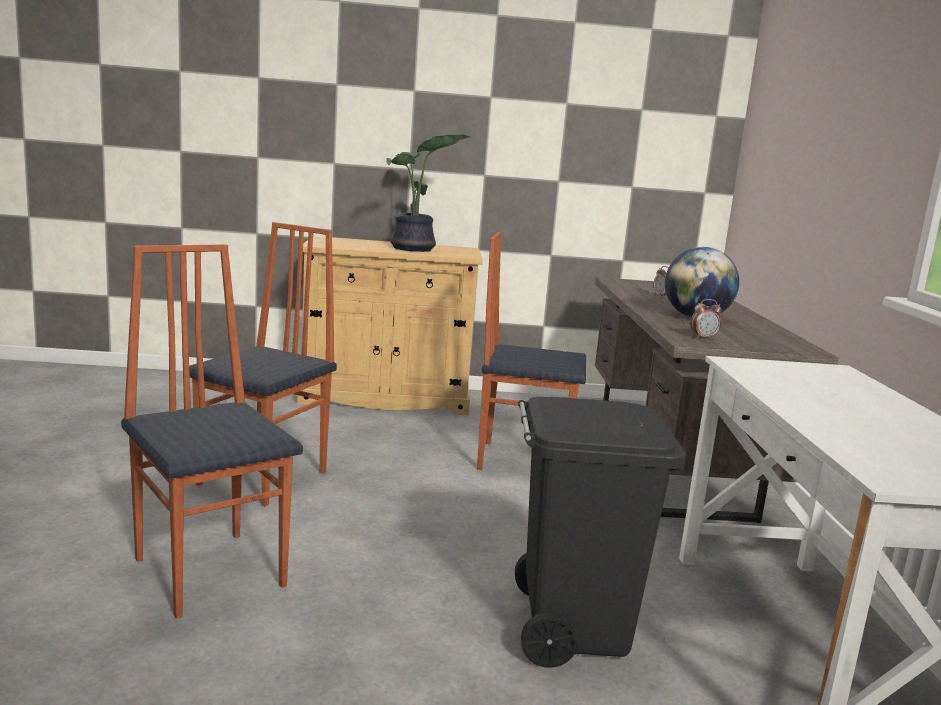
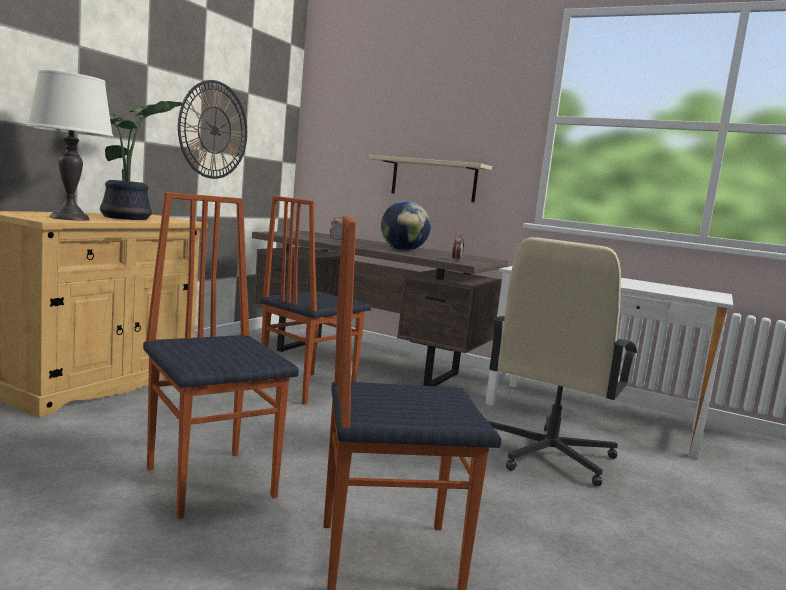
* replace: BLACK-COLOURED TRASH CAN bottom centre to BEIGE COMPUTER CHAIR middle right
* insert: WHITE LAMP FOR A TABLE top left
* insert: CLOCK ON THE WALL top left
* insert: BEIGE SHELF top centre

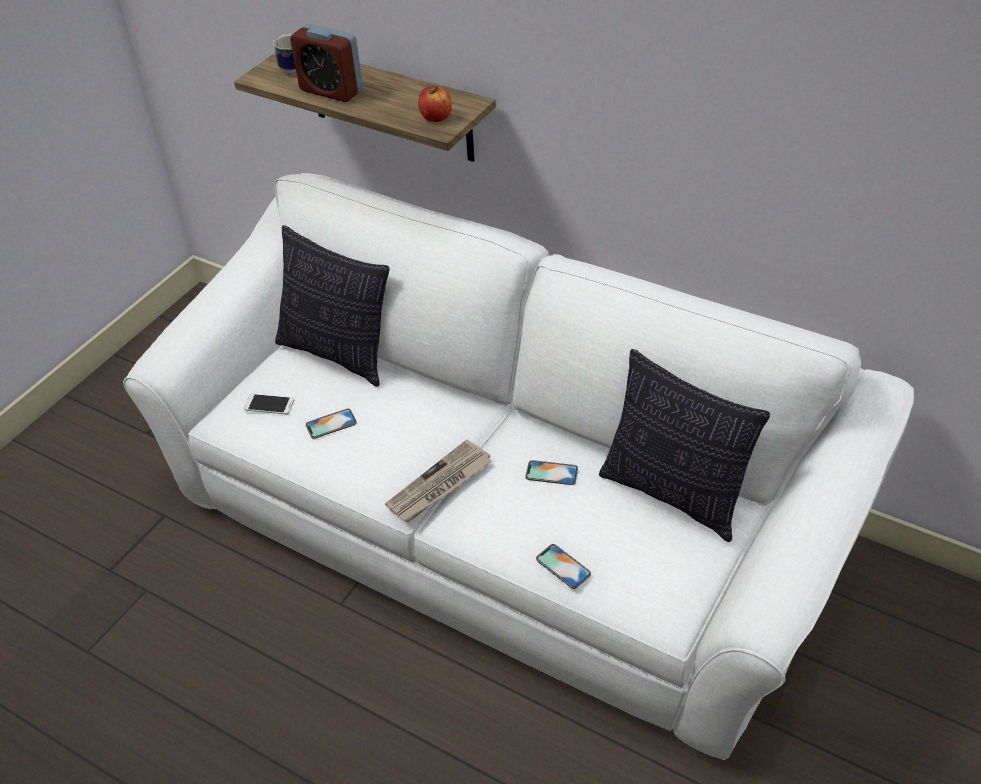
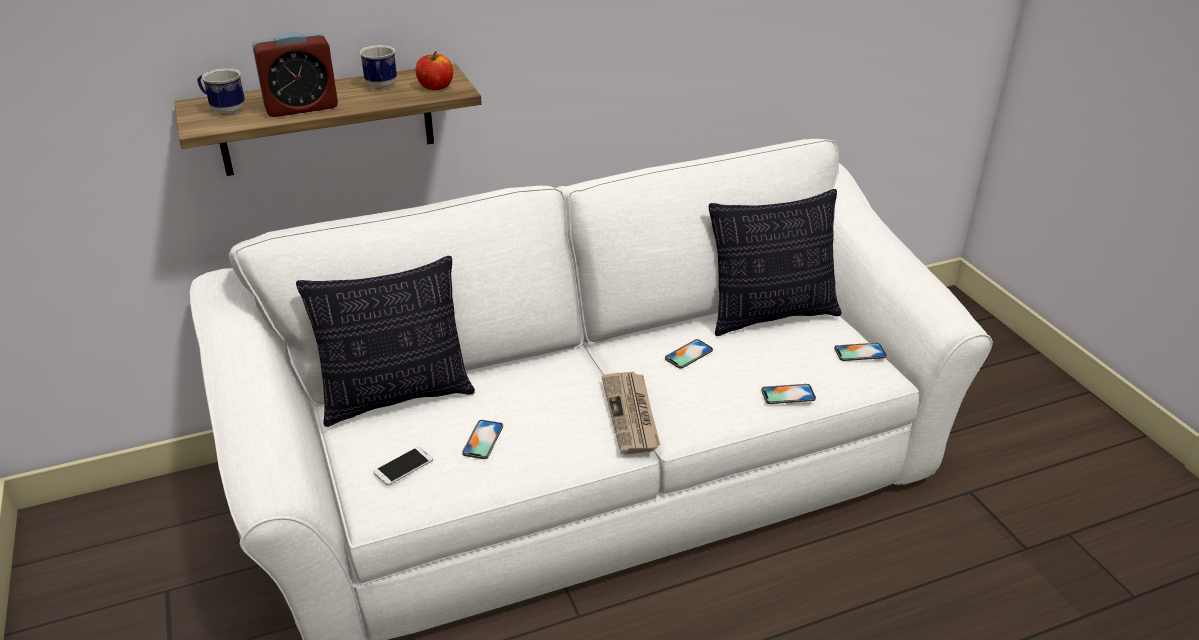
* insert: MUG (2nd from left) top left
* insert: HANDSET (5th from left) middle right

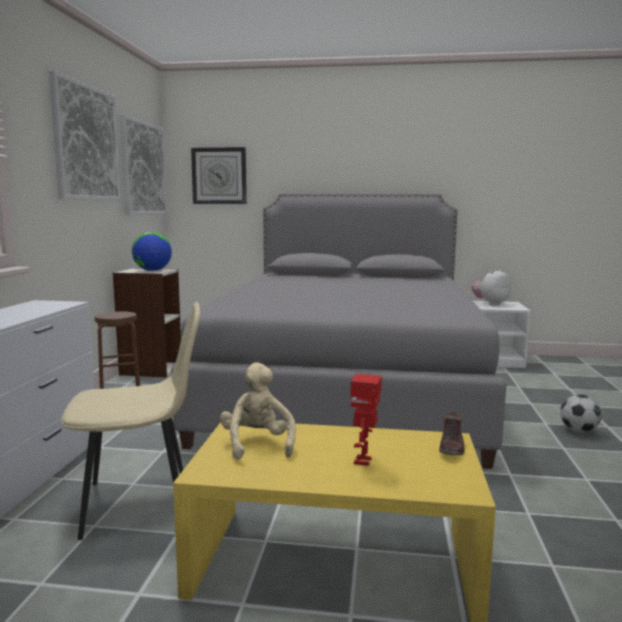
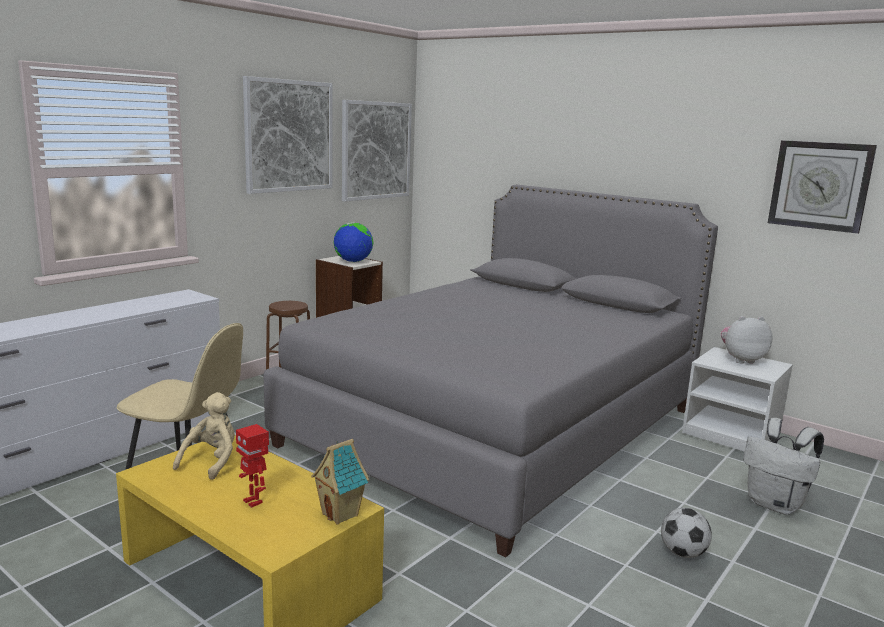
* move: CLOCK ON THE WALL top centre to top right
* rotate: MODEL ROBOT bottom centre = bottom left 90 degrees counterclockwise
* replace: BROWNISH ITEM OF FOOTWEAR bottom right to TOY HOUSE bottom centre
* insert: WHITE KNAPSACK bottom right

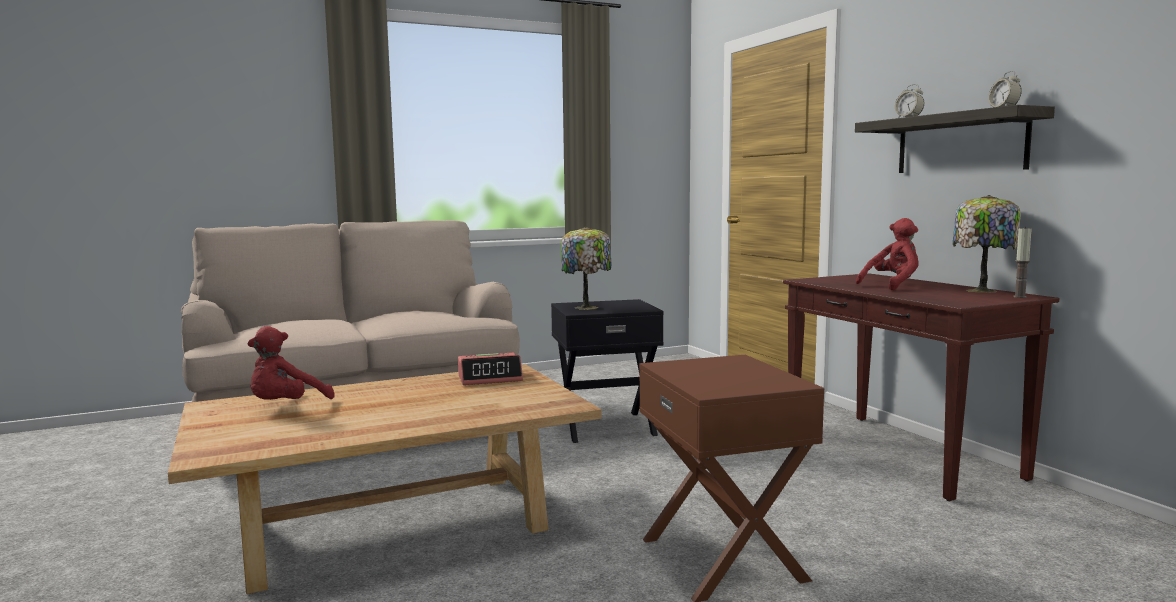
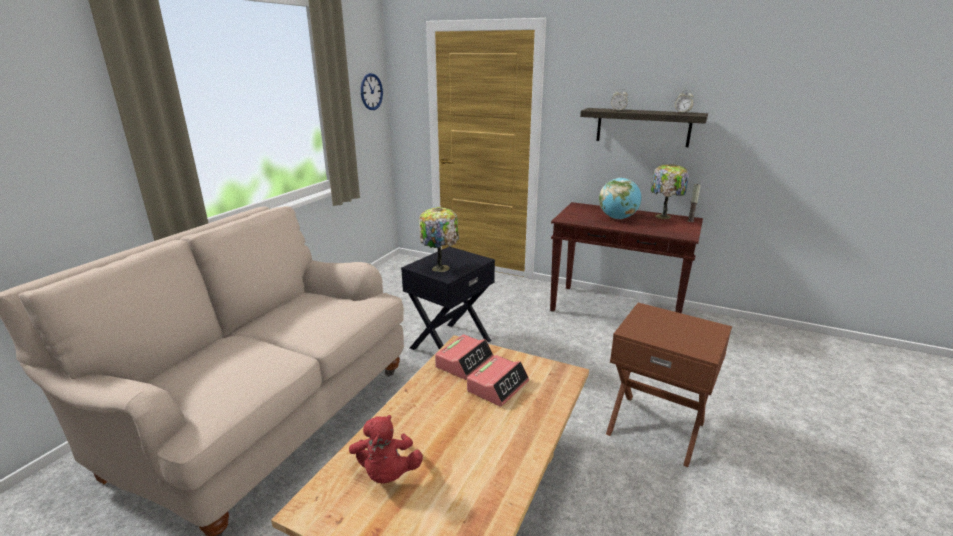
* replace: REDDISH CUDDLY TOY (2nd from left) middle right to GLOBE centre
* insert: CLOCK ON THE WALL top centre
* insert: TABLE CLOCK (2nd from left) bottom centre

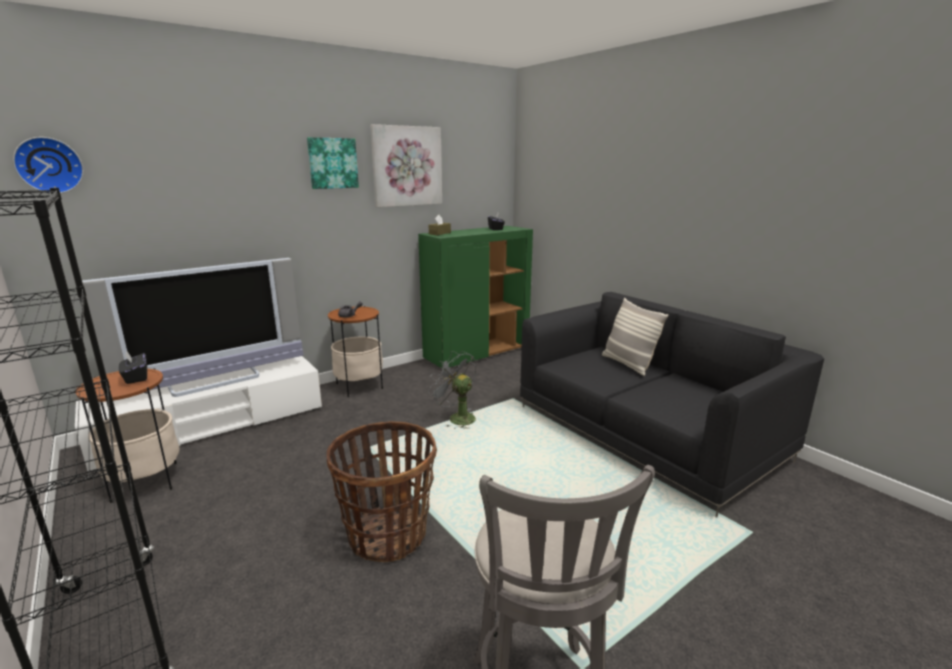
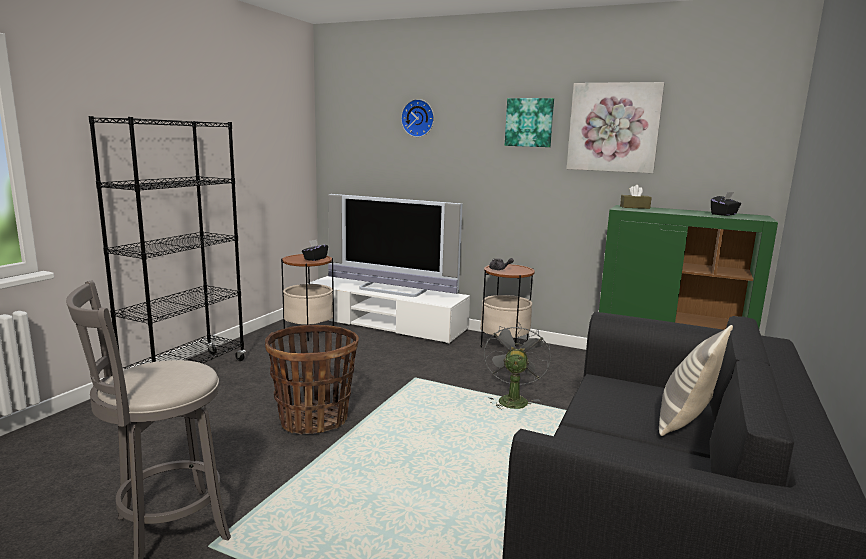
* move: CLOCK ON THE WALL top left to top centre

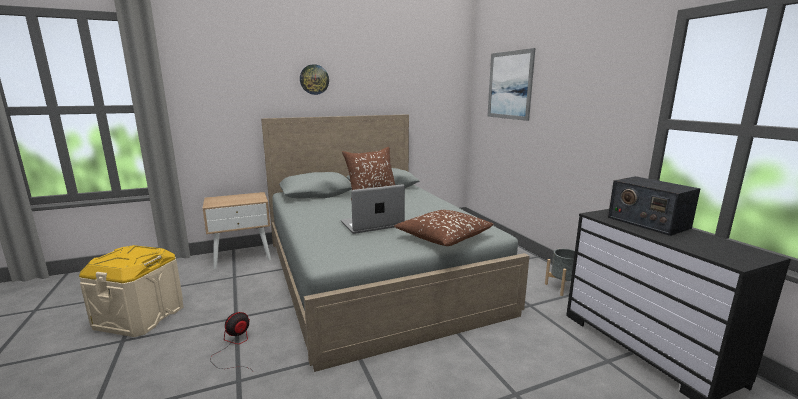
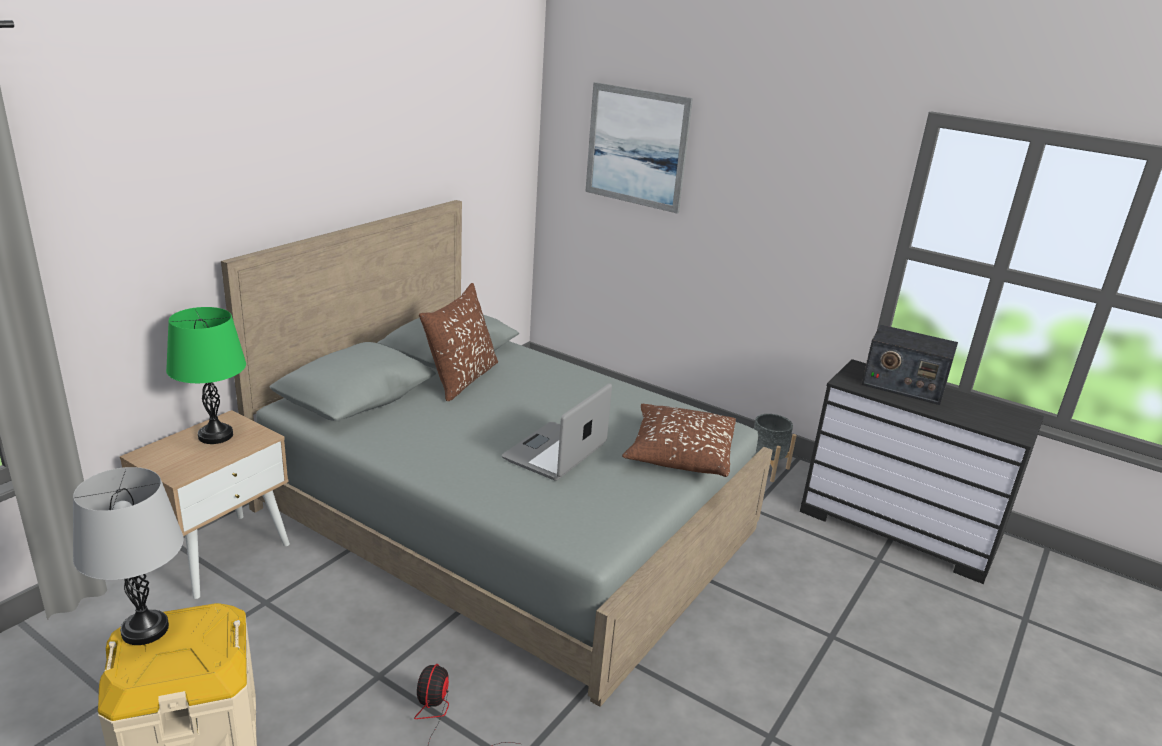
* delete: CLOCK ON THE WALL top centre
* insert: GREEN-COLOURED LAMP FOR A TABLE middle left
* insert: GRAY LAMP FOR A TABLE bottom left

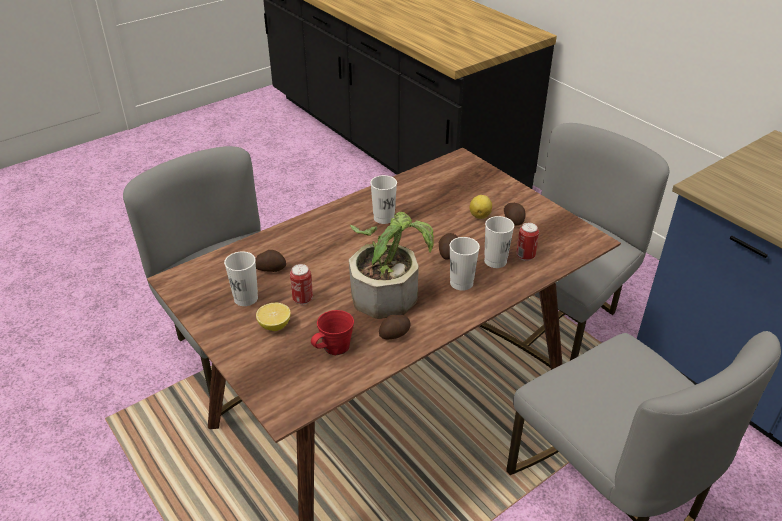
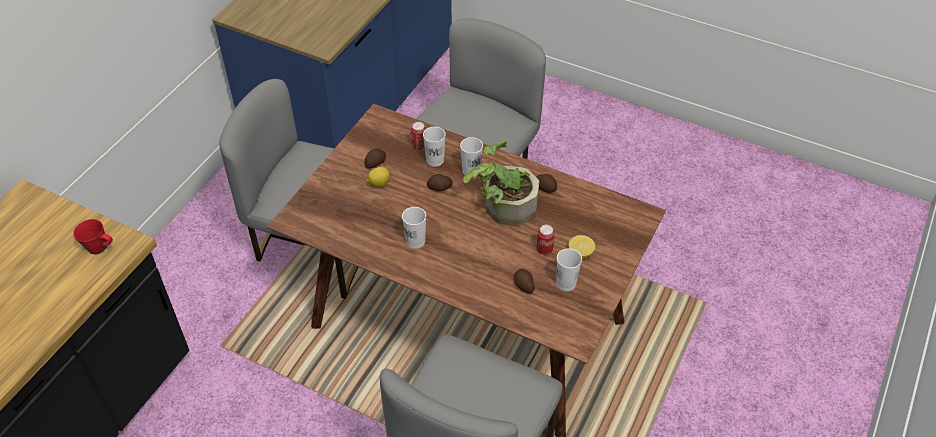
* move: REDDISH MUG centre to middle left

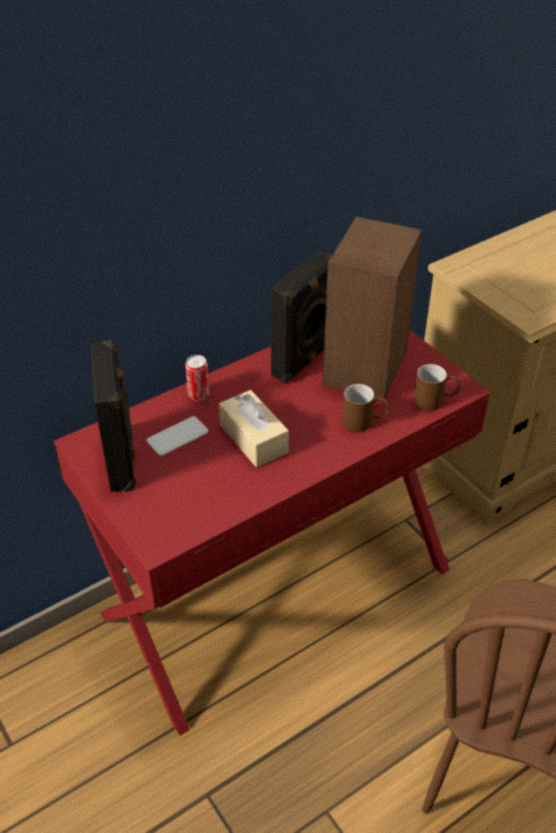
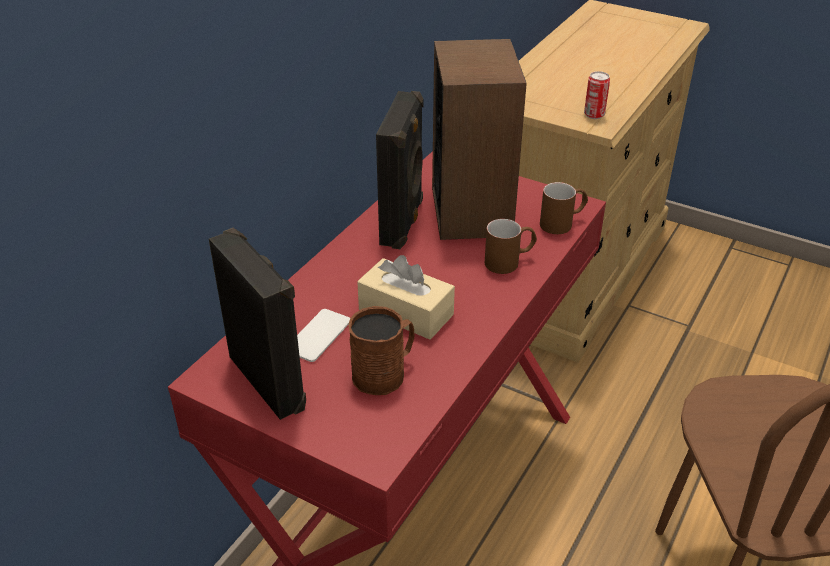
* move: METAL CAN centre to top right
* insert: BROWNISH MUG (1st from left) centre

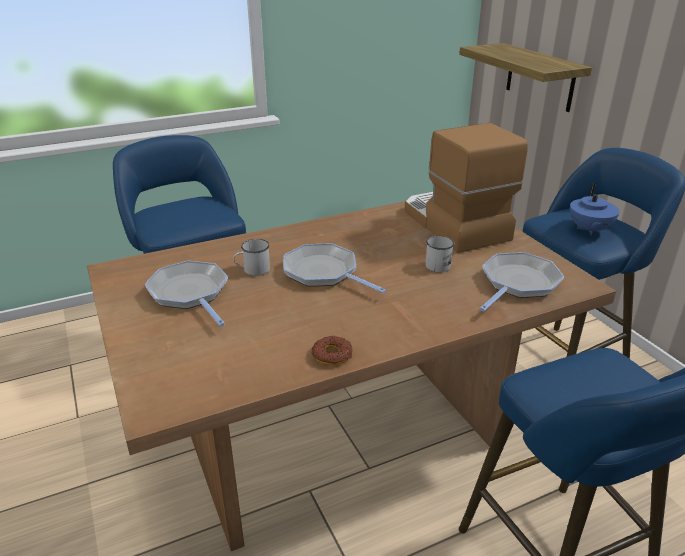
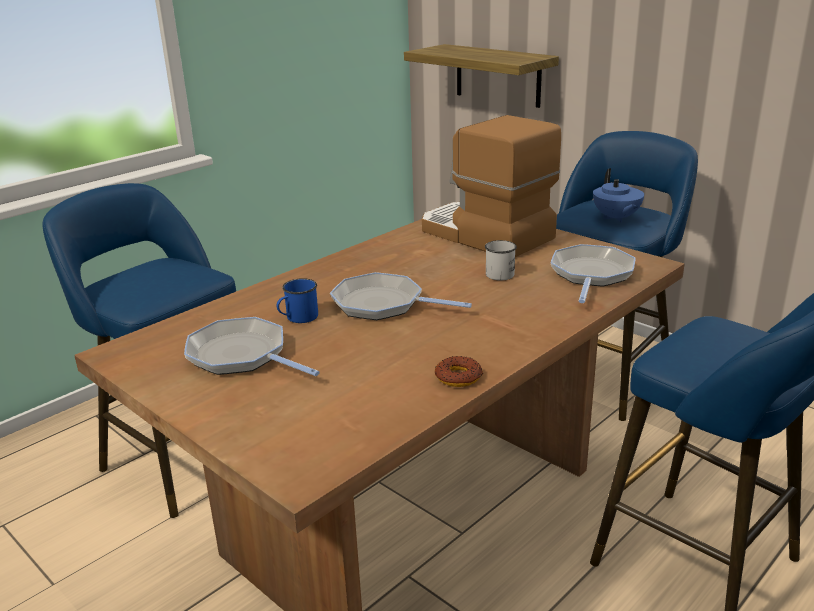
* recolor: WHITE MUG (1st from left) centre to BLUE-COLOURED MUG centre

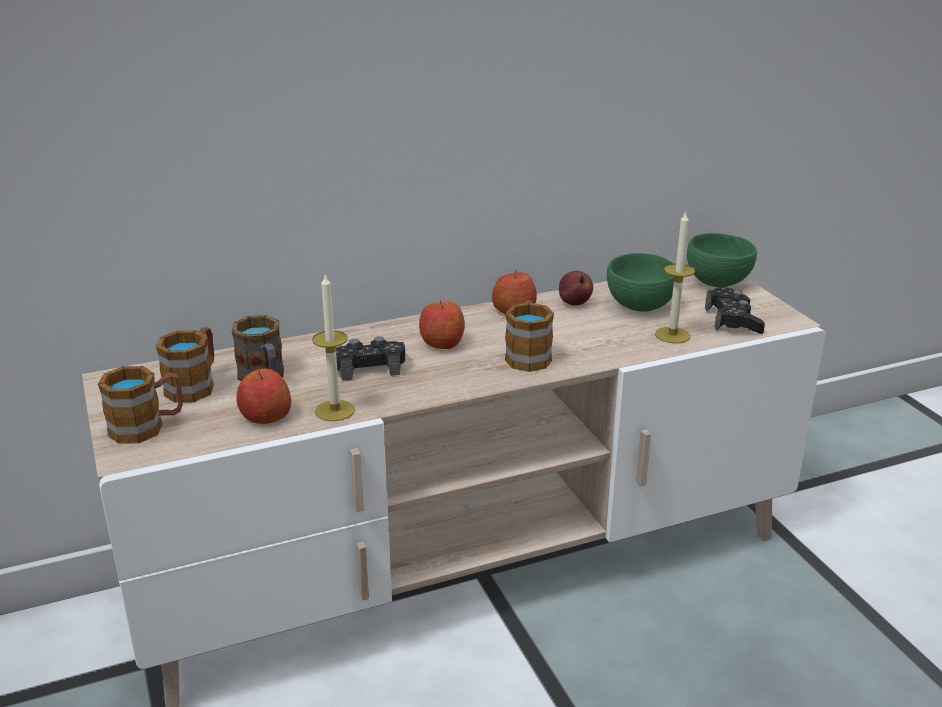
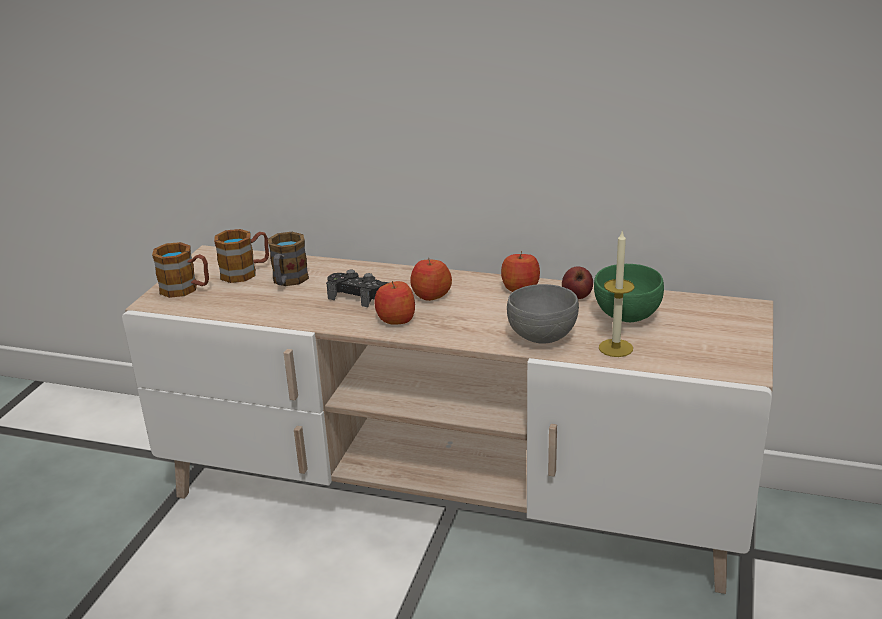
* delete: GREEN-COLOURED SERVING BOWL (2nd from left) middle right
* delete: CANDLE (1st from left) centre
* delete: BLACK-COLOURED GAME CONTROLLER (2nd from left) middle right
* delete: MUG (4th from left) centre
* move: WHOLE APPLE (1st from left) middle left to centre
* insert: GRAY SERVING BOWL centre

